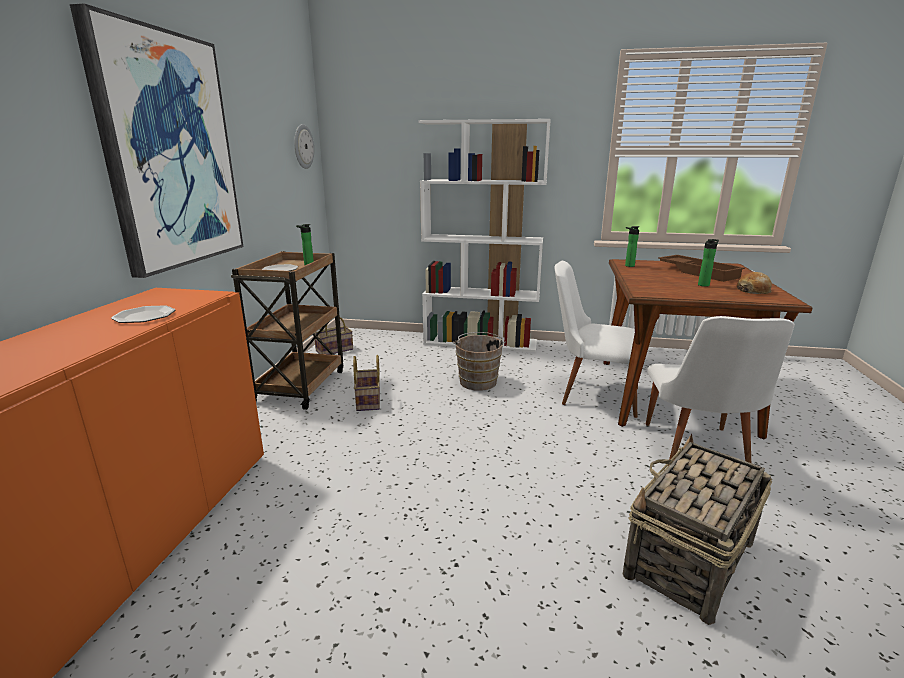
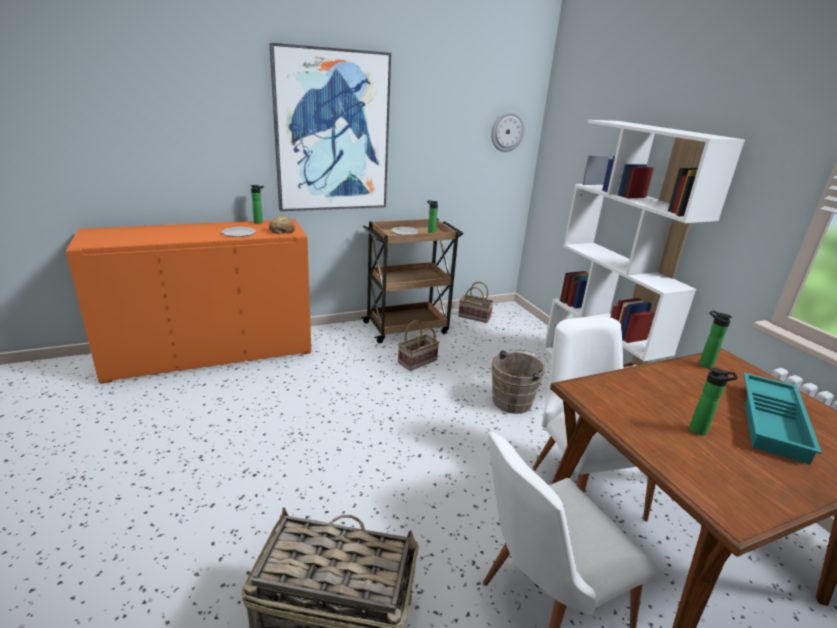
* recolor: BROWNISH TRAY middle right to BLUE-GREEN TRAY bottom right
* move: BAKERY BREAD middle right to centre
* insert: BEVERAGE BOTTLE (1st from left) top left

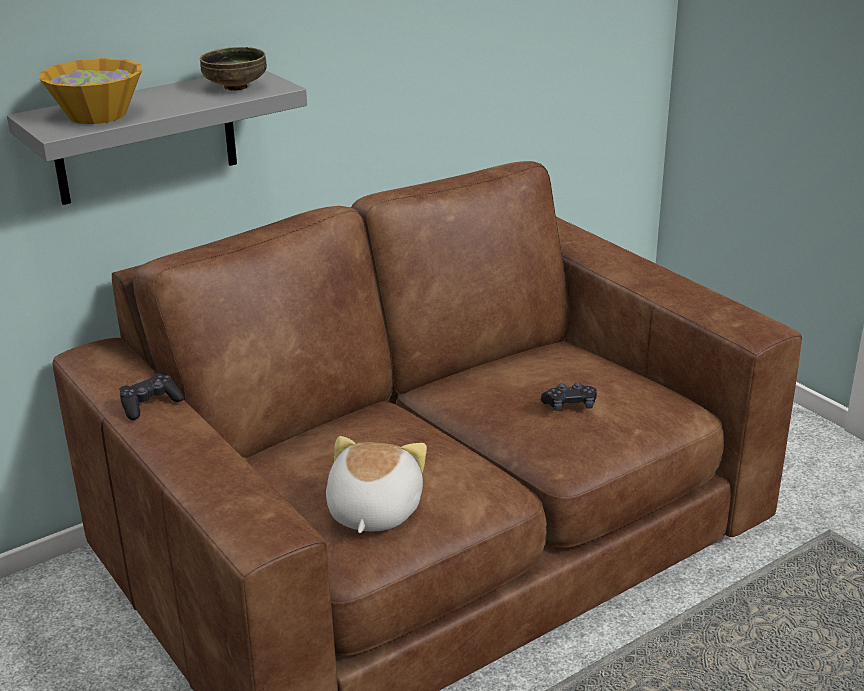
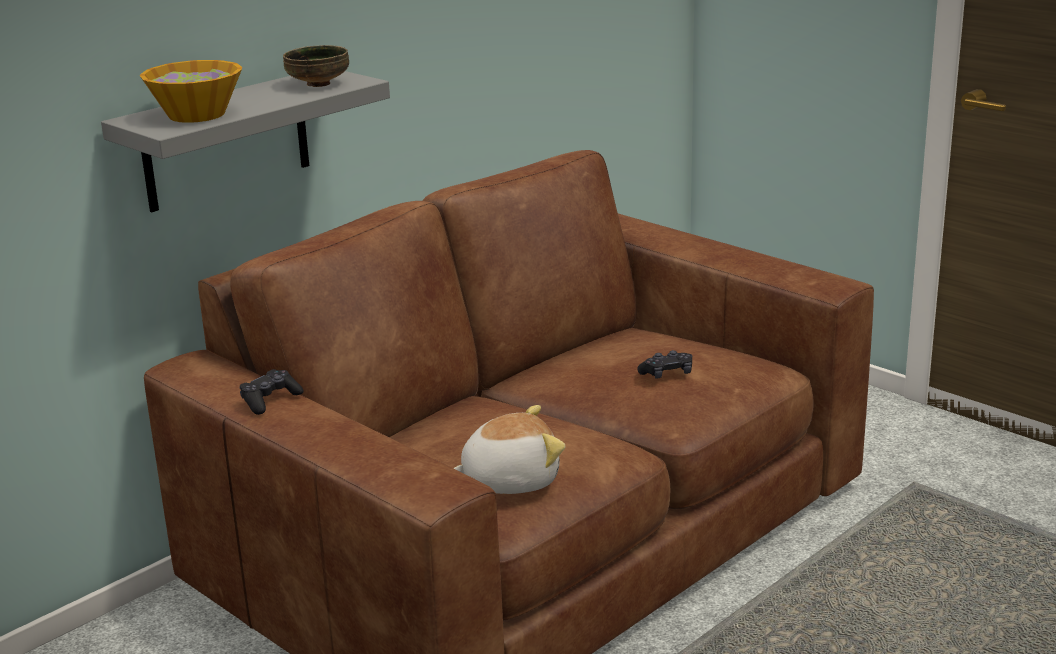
* rotate: CUDDLY TOY bottom centre = bottom centre 75 degrees clockwise

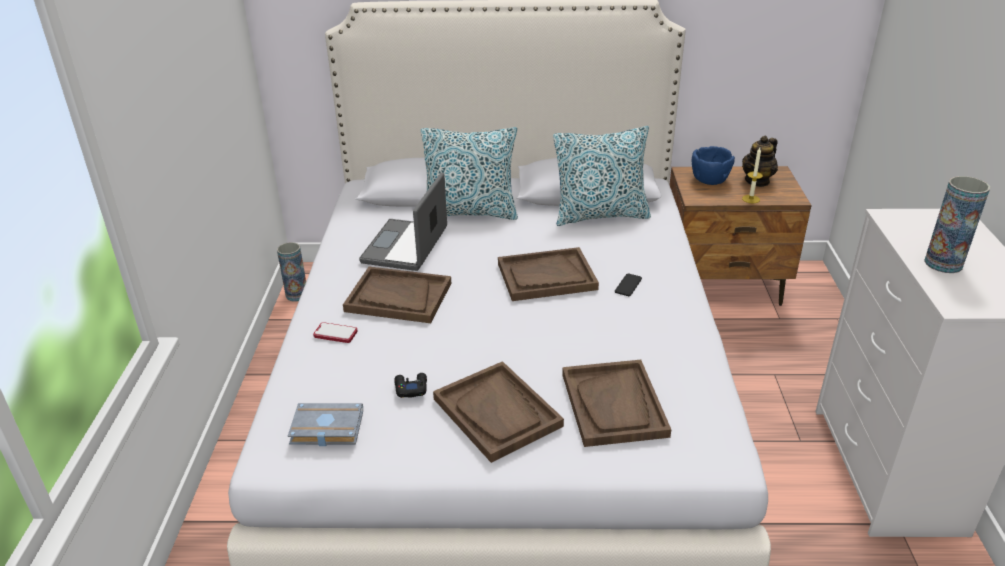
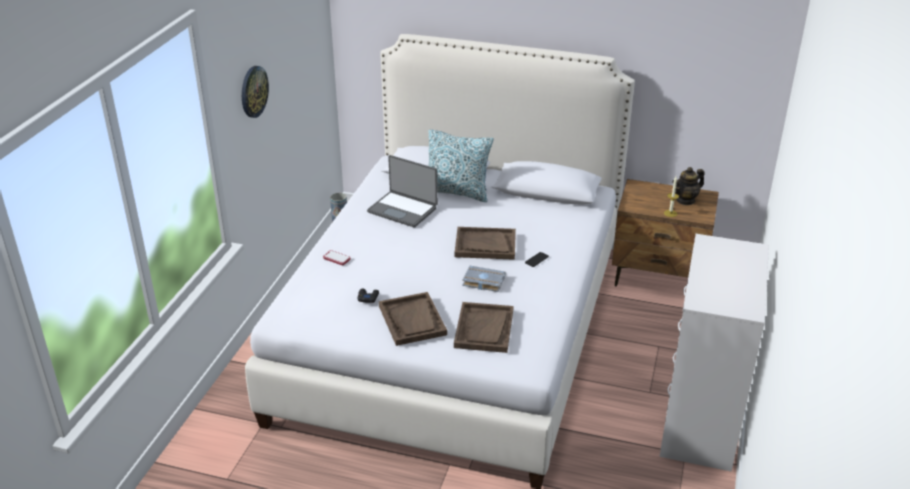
* delete: CUSHION (2nd from left) top centre
* delete: BLUE-COLOURED SERVING BOWL top right
* rotate: LAPTOP centre = centre 90 degrees counterclockwise
* delete: VASE (2nd from left) middle right
* delete: BROWNISH TRAY (1st from left) centre
* move: GRAY BOUND BOOK bottom left to centre
* insert: CLOCK ON THE WALL top left

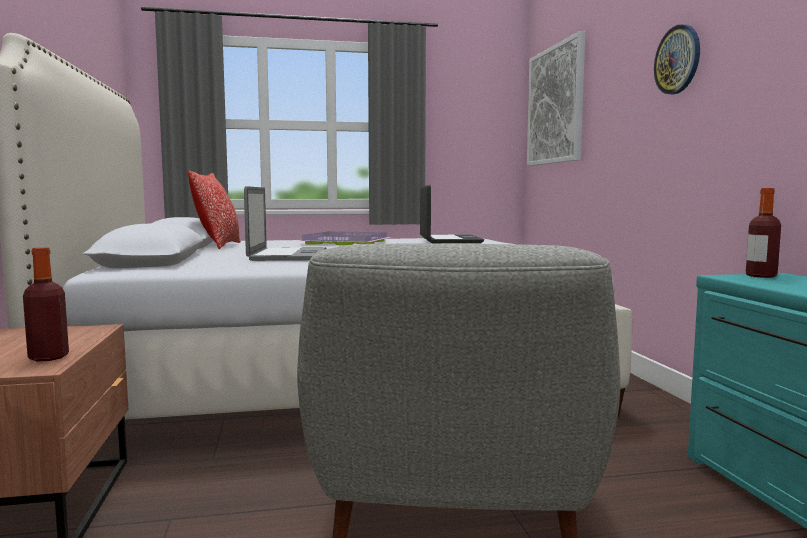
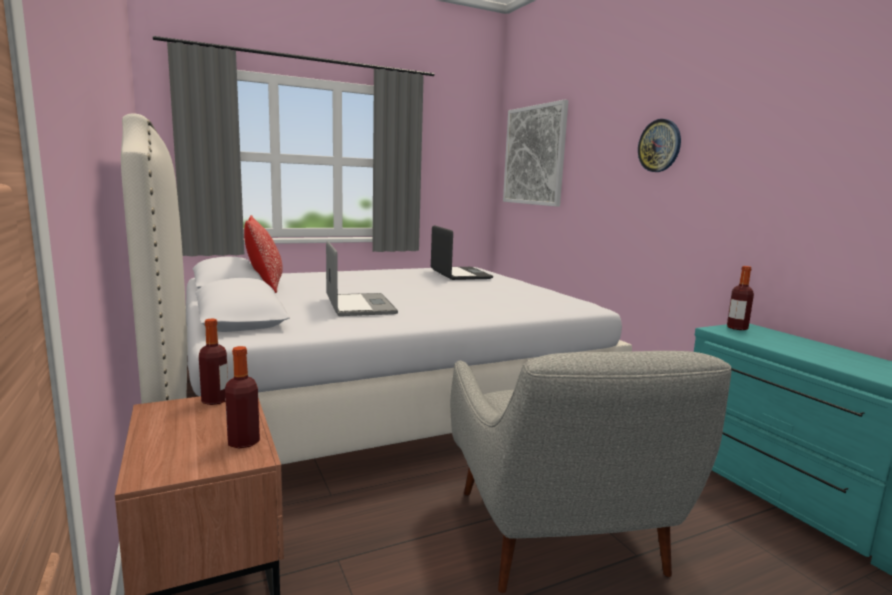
* delete: PURPLE-COLOURED TRAY centre
* insert: BEVERAGE BOTTLE (1st from left) middle left

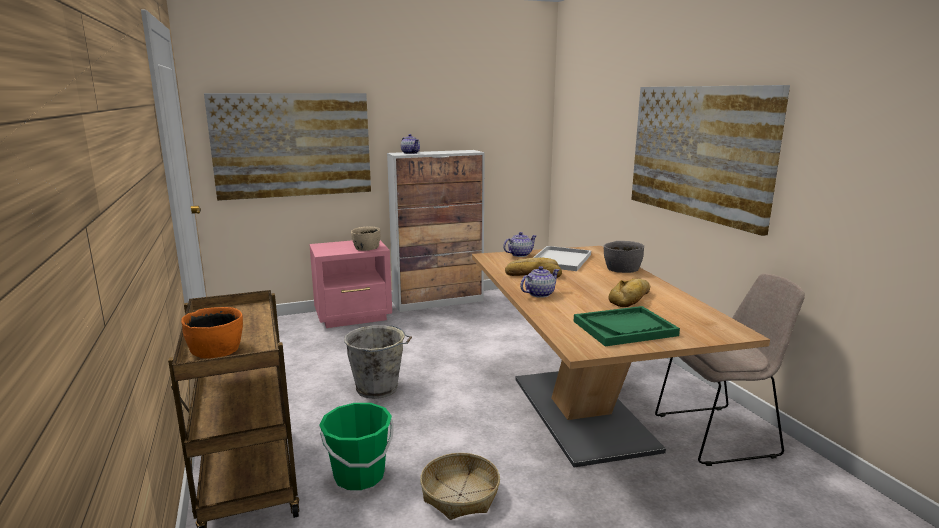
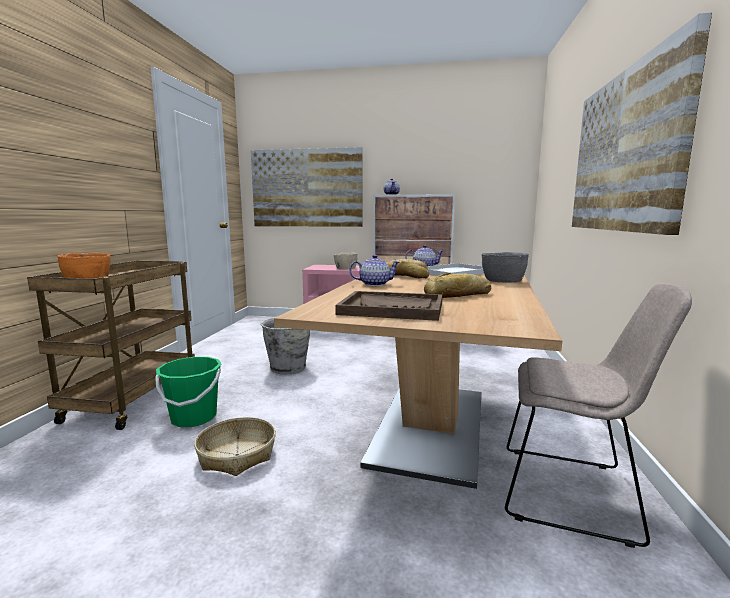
* recolor: GREEN-COLOURED TRAY middle right to BROWNISH TRAY centre

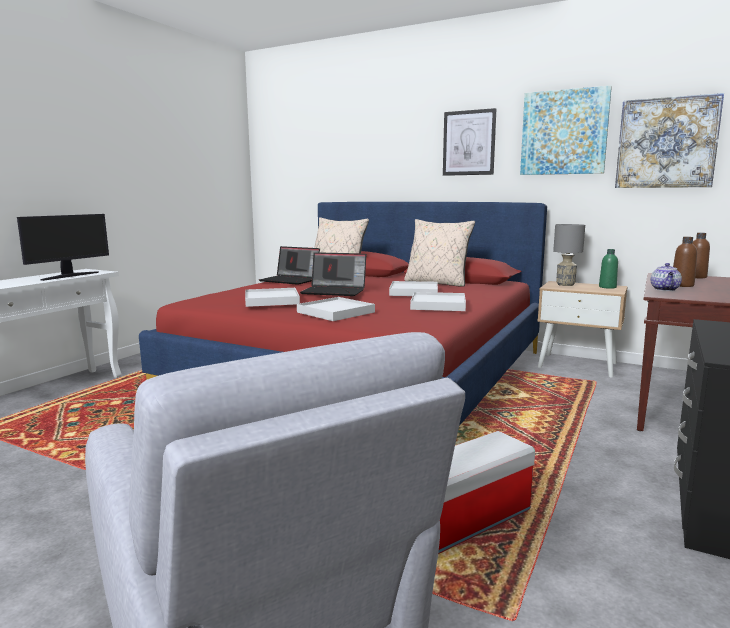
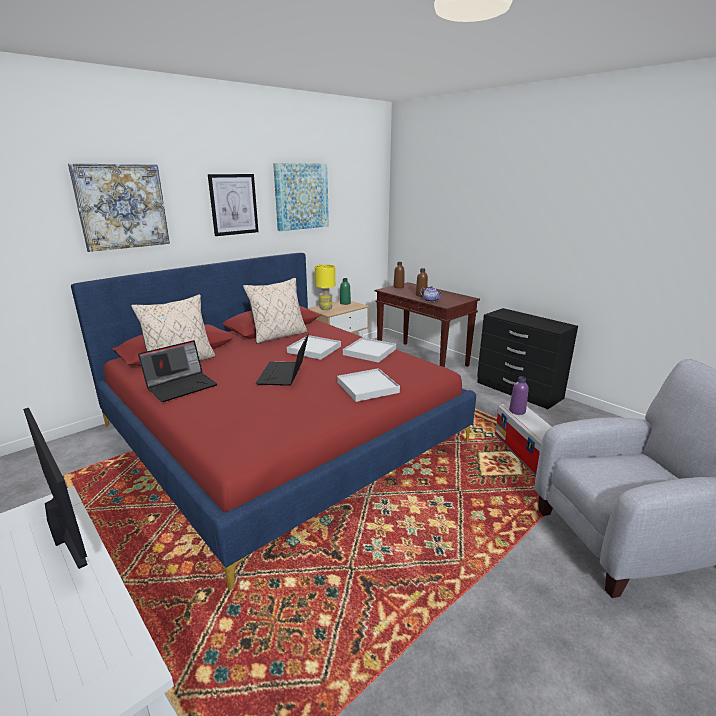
* move: PICTURE (3rd from left in the first image) top right to PICTURE (1st from left) top left
* recolor: GRAY LAMP FOR A TABLE middle right to YELLOW-COLOURED LAMP FOR A TABLE centre
* rotate: LAPTOP (2nd from left) centre = centre 150 degrees clockwise
* delete: WHITE TRAY (1st from left) centre
* insert: PURPLE-COLOURED BEVERAGE BOTTLE middle right

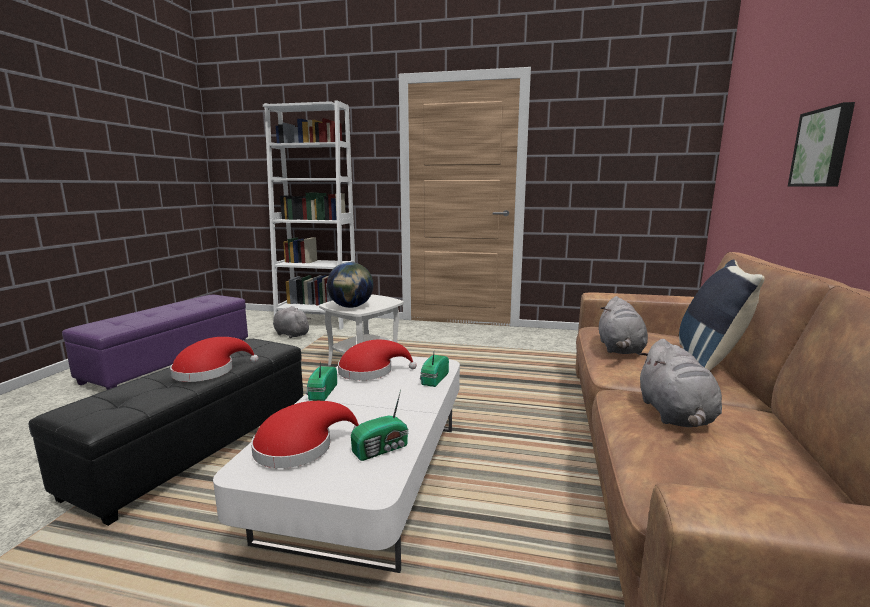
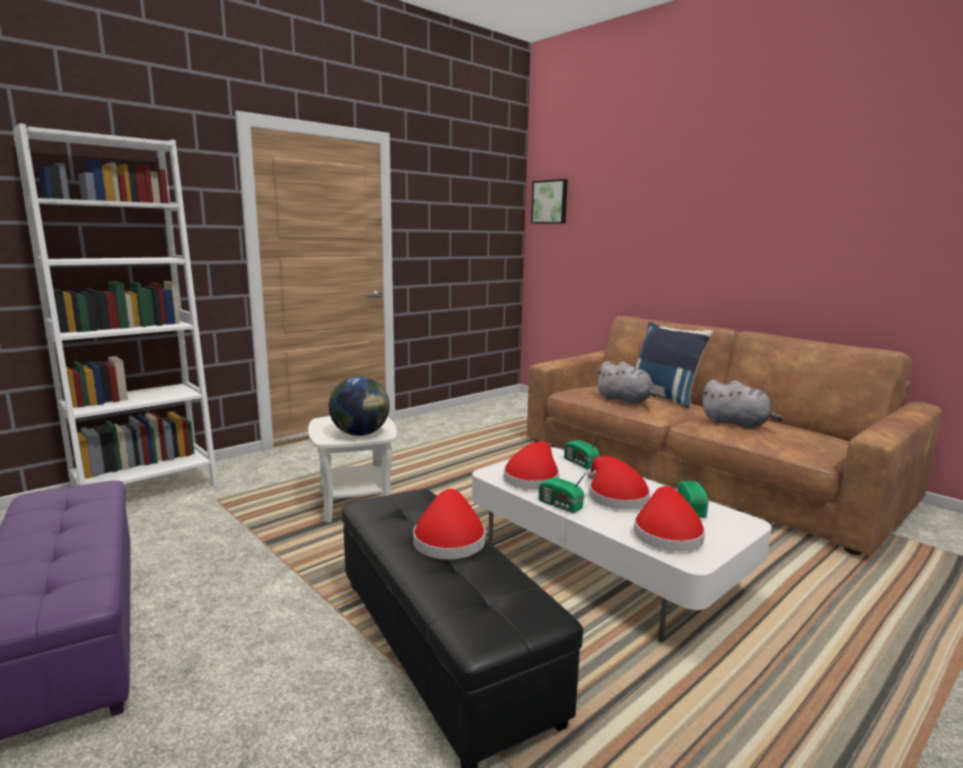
* move: PICTURE top right to top centre
* delete: GRAY CUDDLY TOY (1st from left) centre
* insert: REDDISH CLOTHING HAT (3rd from left) centre

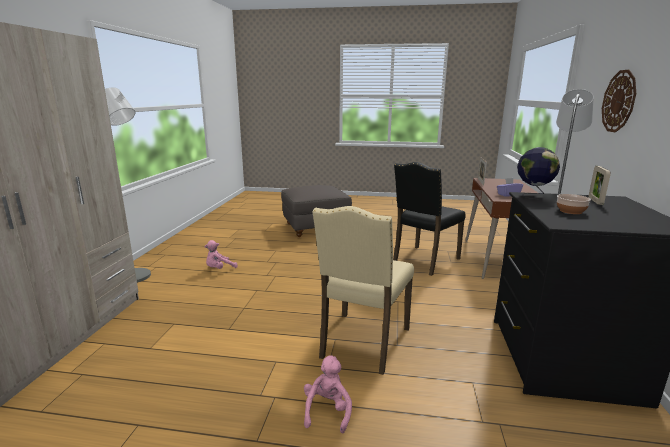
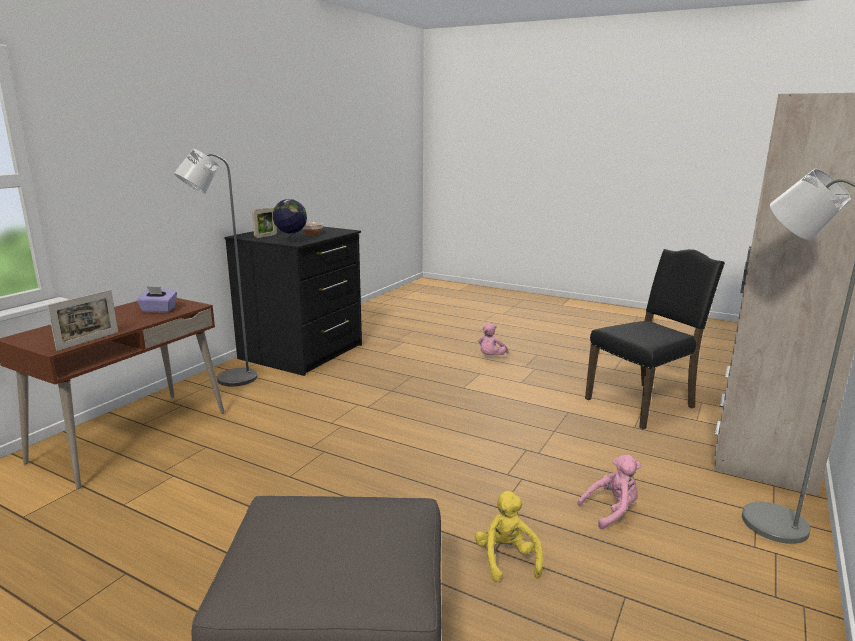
* delete: CLOCK ON THE WALL top right
* move: BLACK-COLOURED CHAIR centre to middle right
* delete: BEIGE CHAIR centre
* insert: YELLOW-COLOURED CUDDLY TOY bottom centre

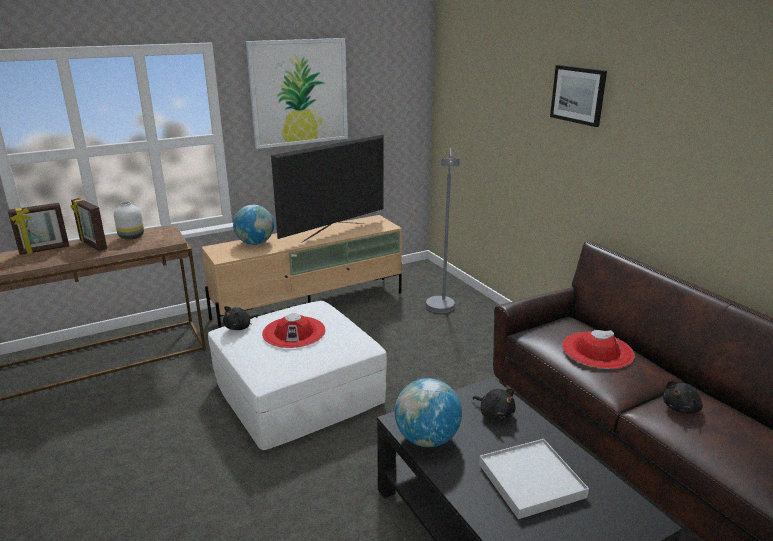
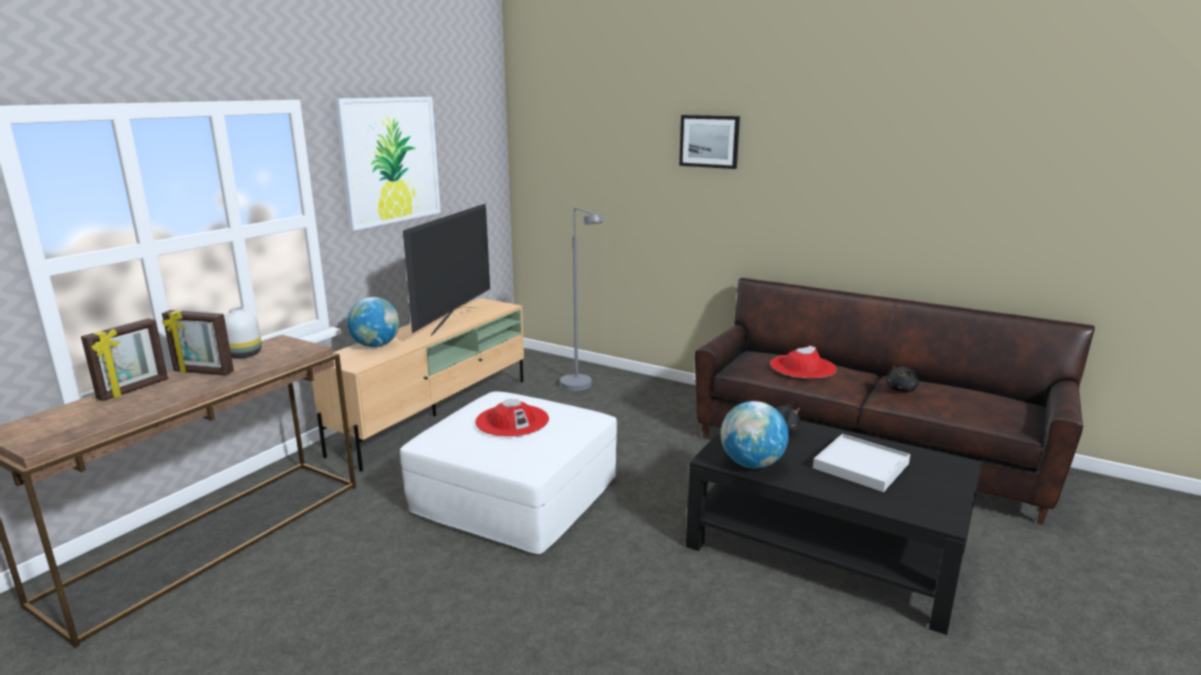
* delete: BLACK-COLOURED CUDDLY TOY (1st from left) middle left

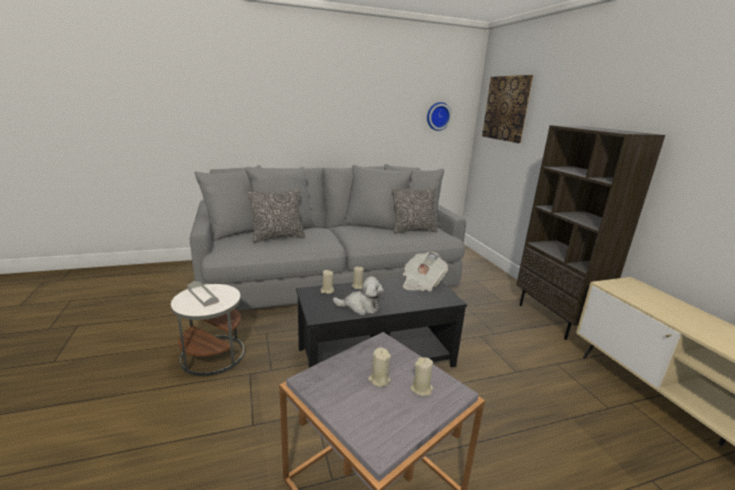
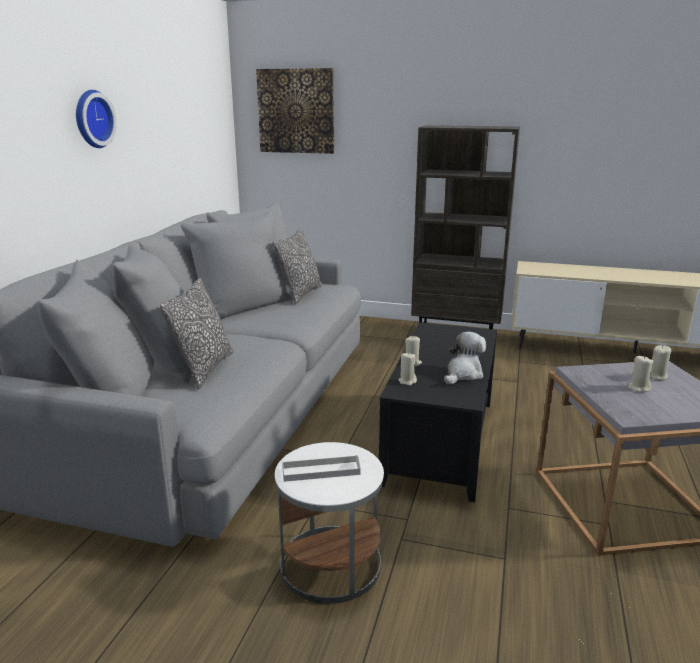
* move: CLOCK ON THE WALL top centre to top left
* delete: PRINTED PAPER centre

